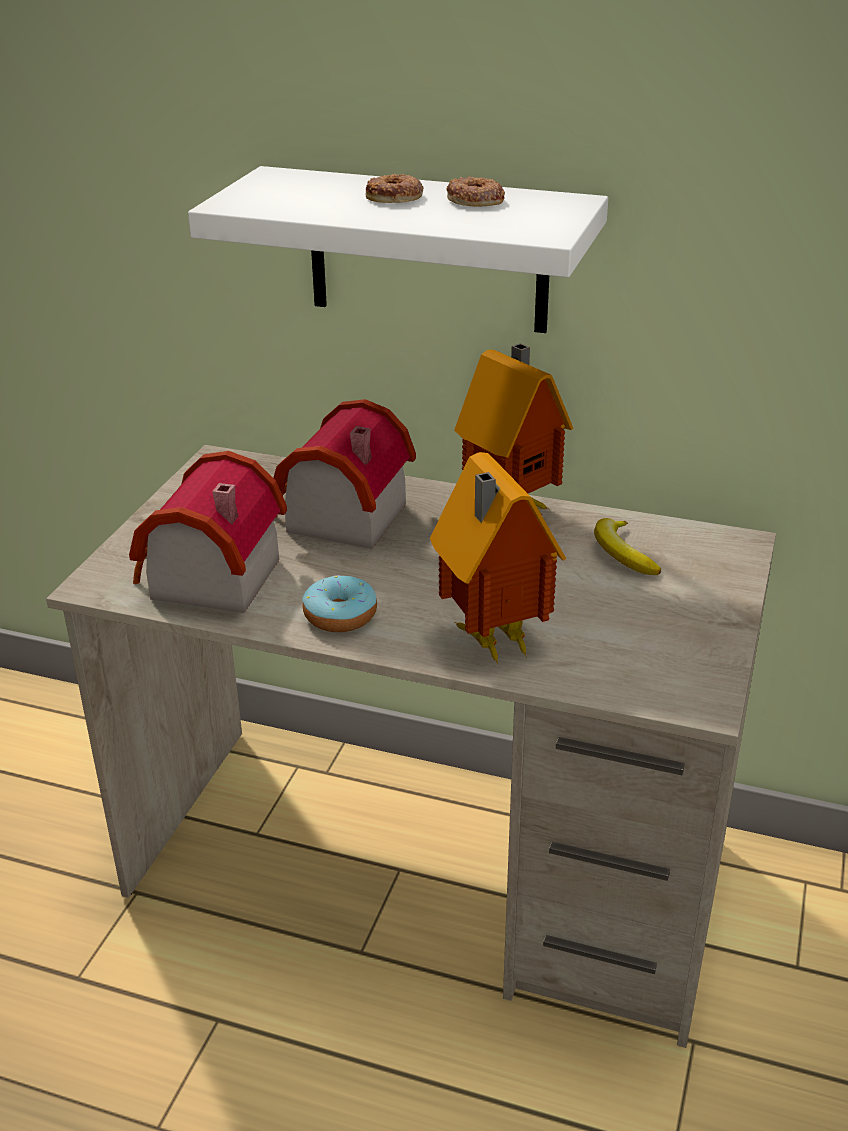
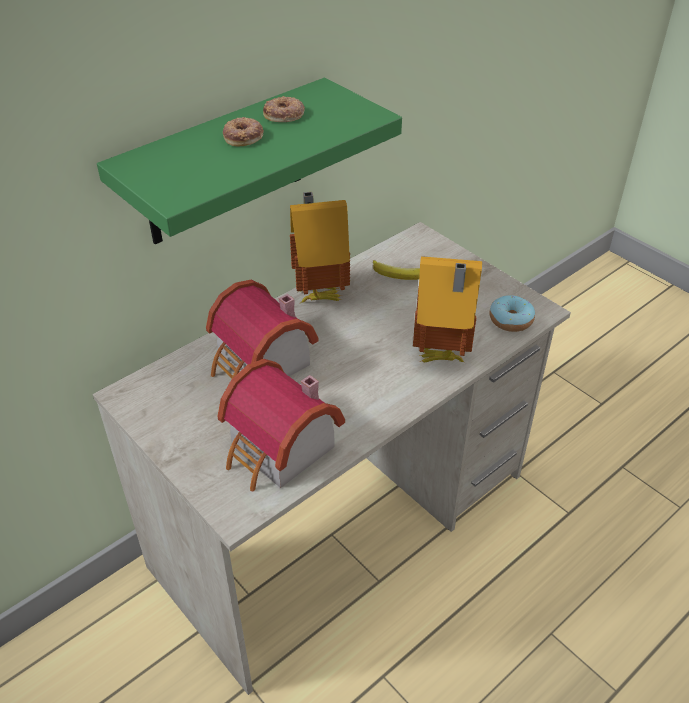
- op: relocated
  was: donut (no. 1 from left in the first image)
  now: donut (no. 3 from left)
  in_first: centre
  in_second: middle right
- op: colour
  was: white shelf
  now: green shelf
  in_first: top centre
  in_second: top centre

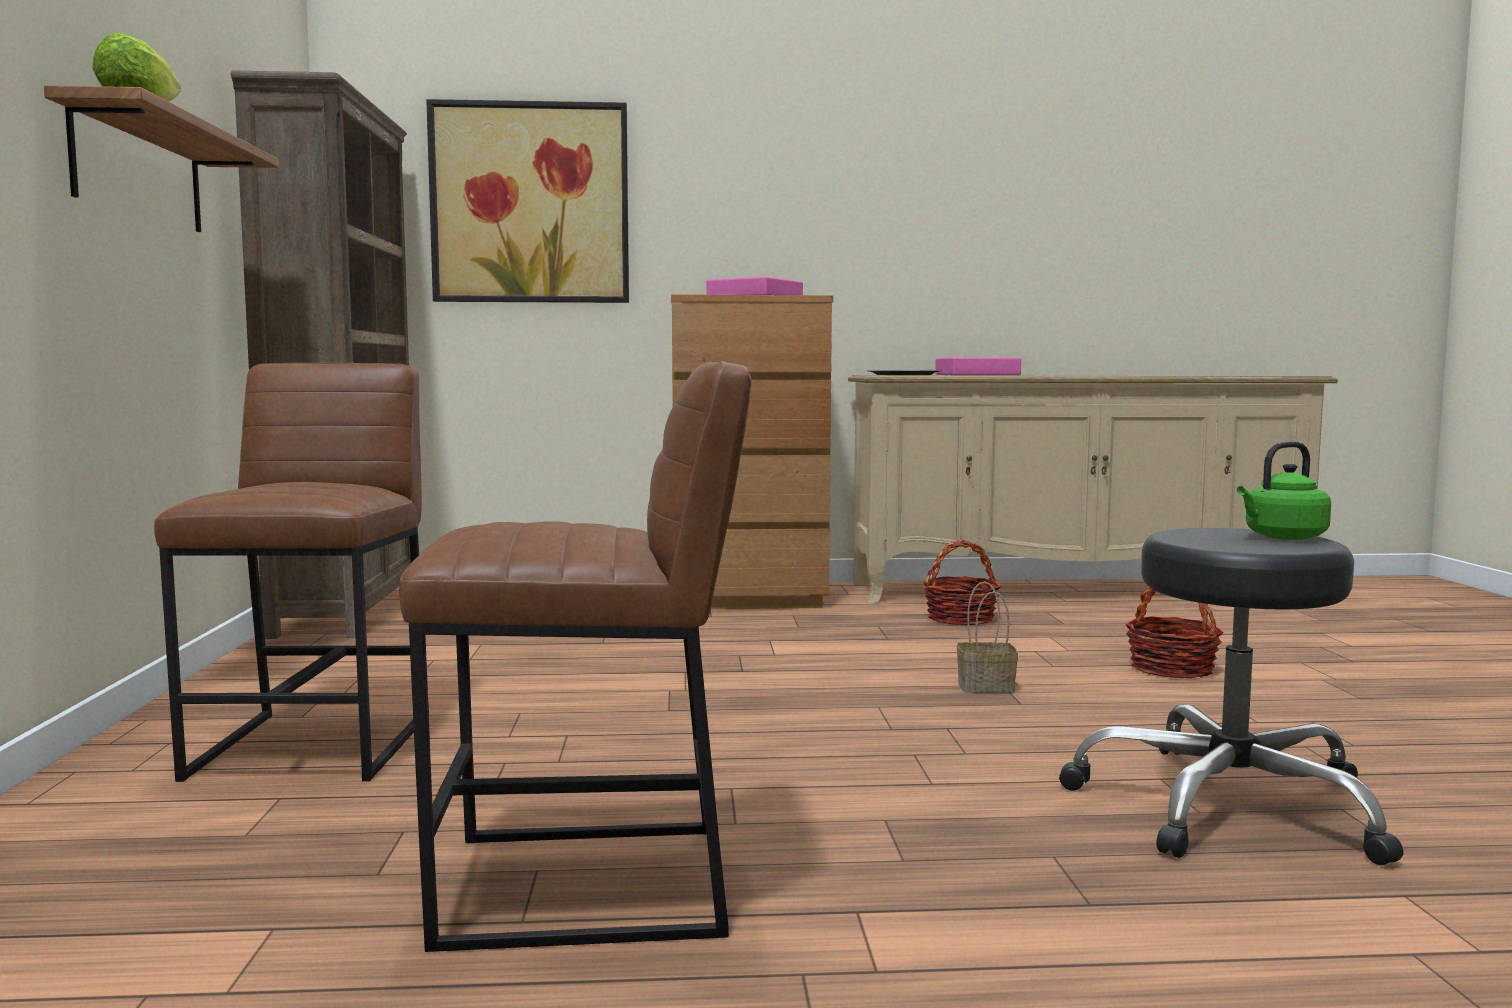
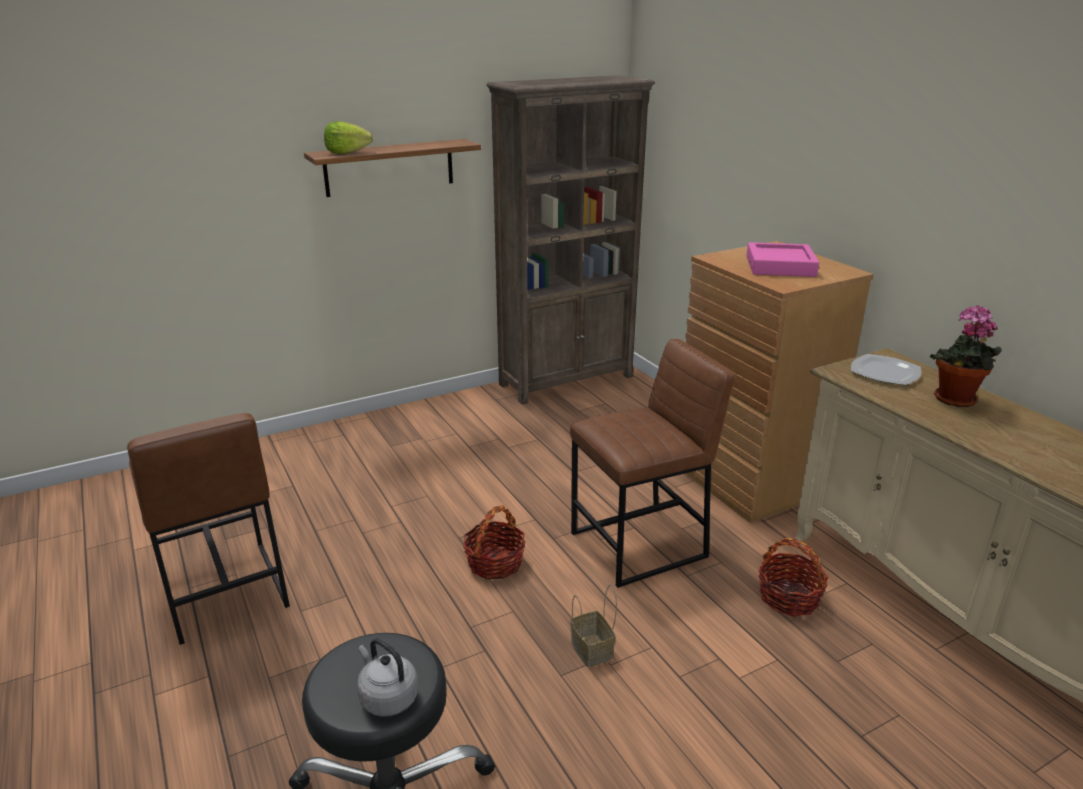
- op: missing
  was: picture
  in_first: top centre
- op: relocated
  was: brown chair (no. 1 from left in the first image)
  now: brown chair (no. 2 from left)
  in_first: middle left
  in_second: centre
- op: relocated
  was: basket (no. 3 from left in the first image)
  now: basket (no. 1 from left)
  in_first: middle right
  in_second: bottom centre
- op: exchanged
  was: pink tray (no. 2 from left)
  now: potted plant
  in_first: centre
  in_second: middle right
- op: colour
  was: green kettle
  now: grey kettle
  in_first: middle right
  in_second: bottom centre

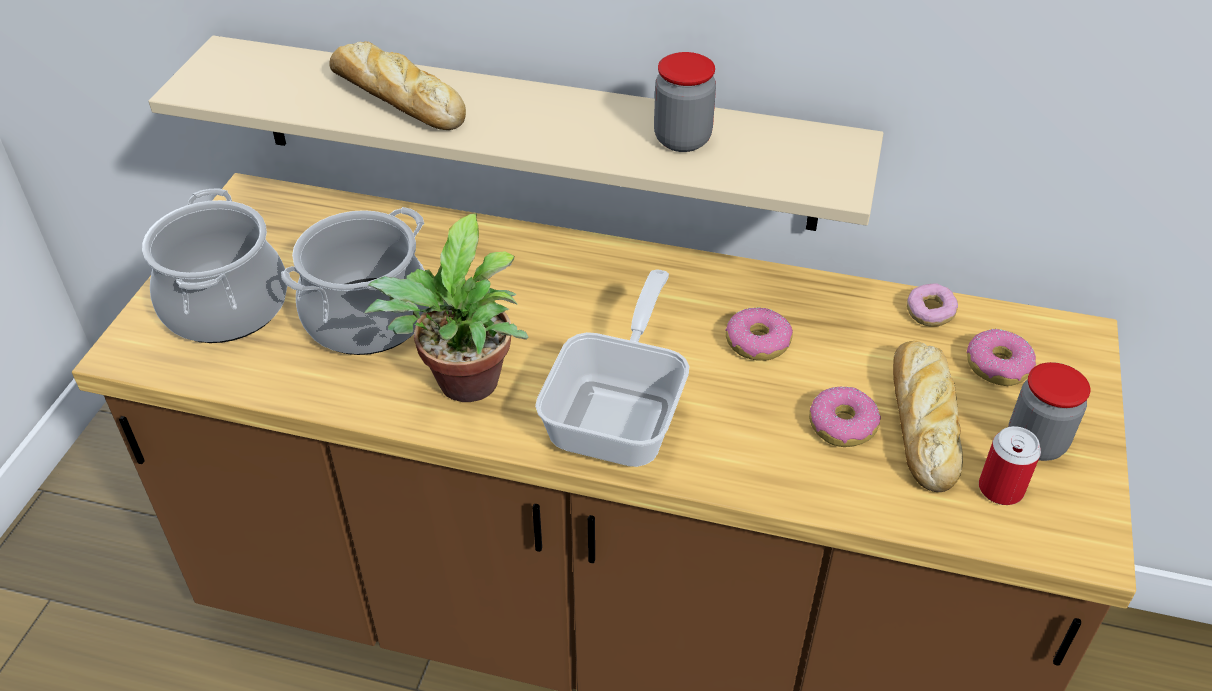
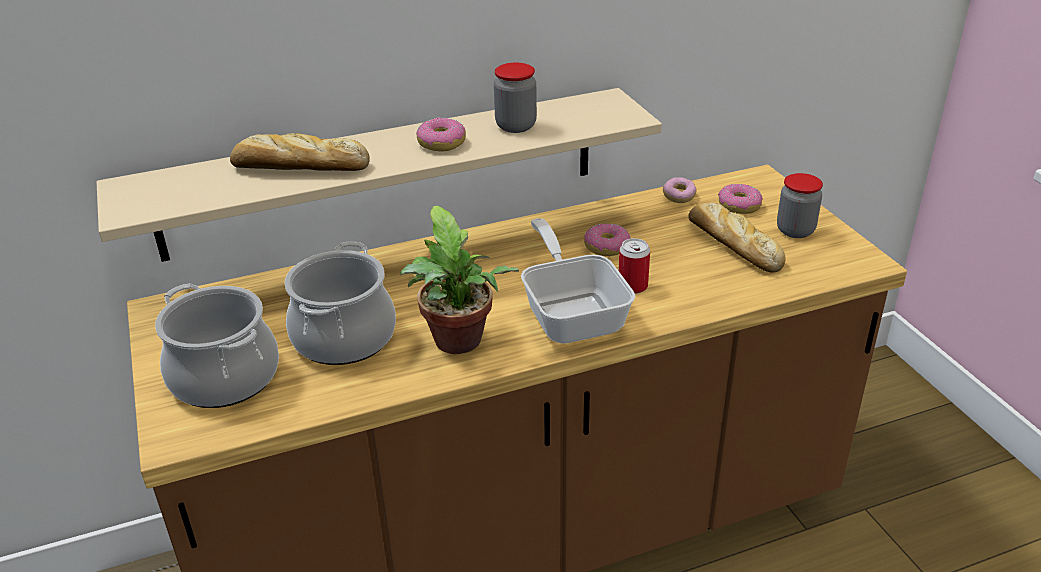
- op: relocated
  was: donut (no. 2 from left in the first image)
  now: donut (no. 1 from left)
  in_first: middle right
  in_second: top centre
- op: relocated
  was: can
  in_first: bottom right
  in_second: centre

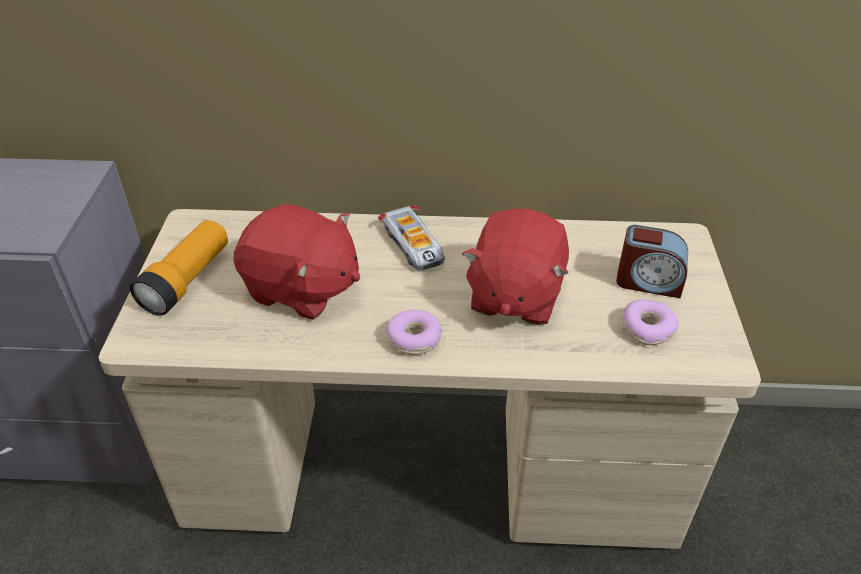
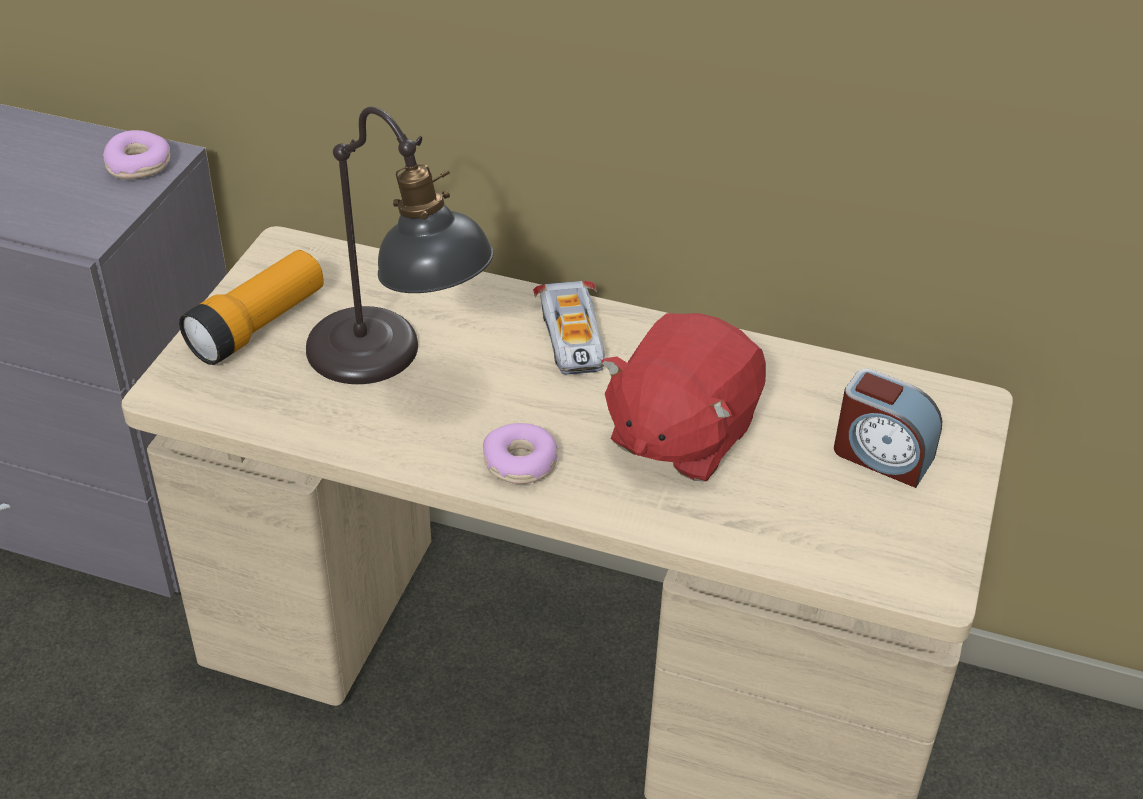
- op: relocated
  was: donut (no. 2 from left in the first image)
  now: donut (no. 1 from left)
  in_first: middle right
  in_second: top left
- op: exchanged
  was: red plush toy (no. 1 from left)
  now: grey table lamp
  in_first: centre
  in_second: top centre

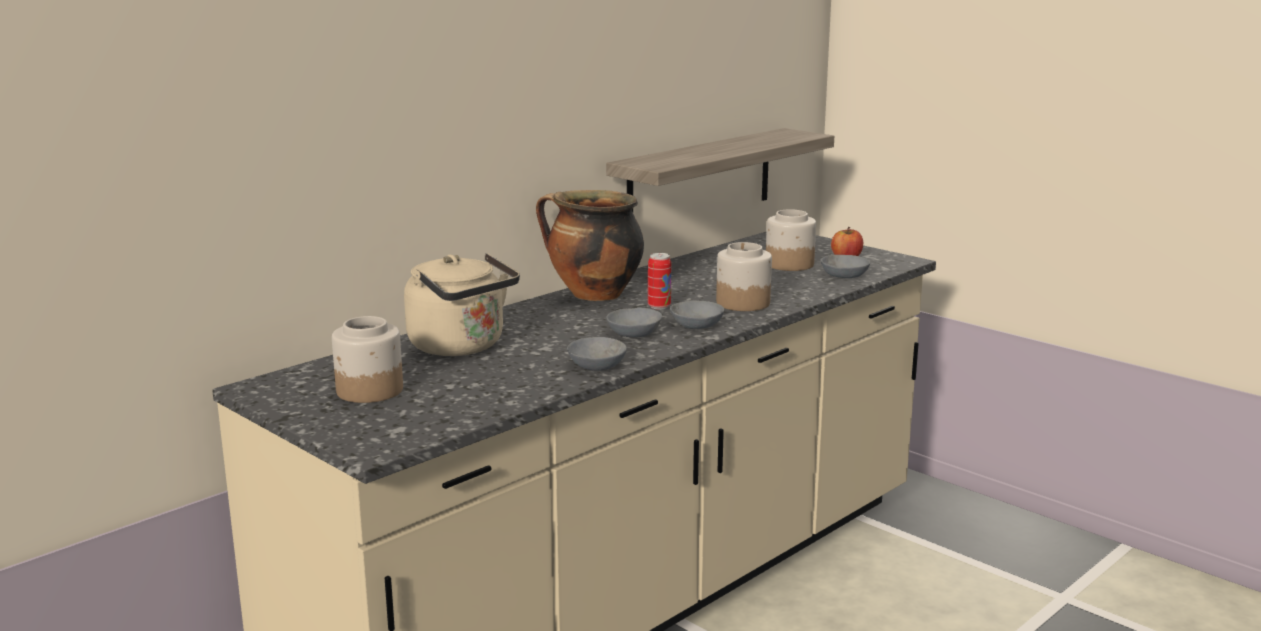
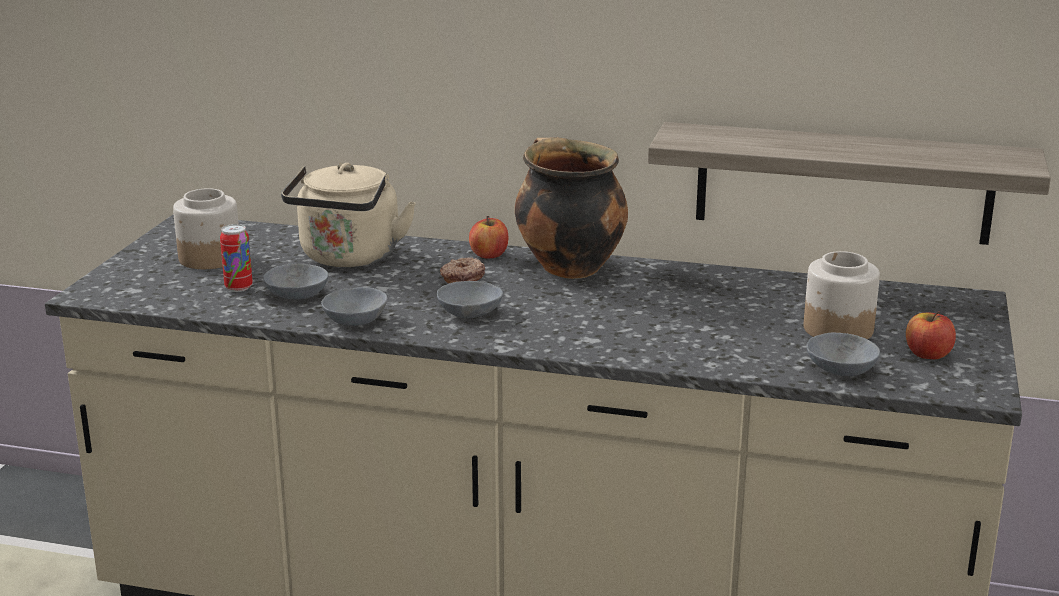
- op: missing
  was: jar (no. 2 from left)
  in_first: centre
- op: appeared
  now: donut
  in_second: centre
- op: appeared
  now: apple (no. 1 from left)
  in_second: centre
- op: relocated
  was: can
  in_first: centre
  in_second: middle left
- op: relocated
  was: grey bowl (no. 3 from left in the first image)
  now: grey bowl (no. 1 from left)
  in_first: centre
  in_second: middle left

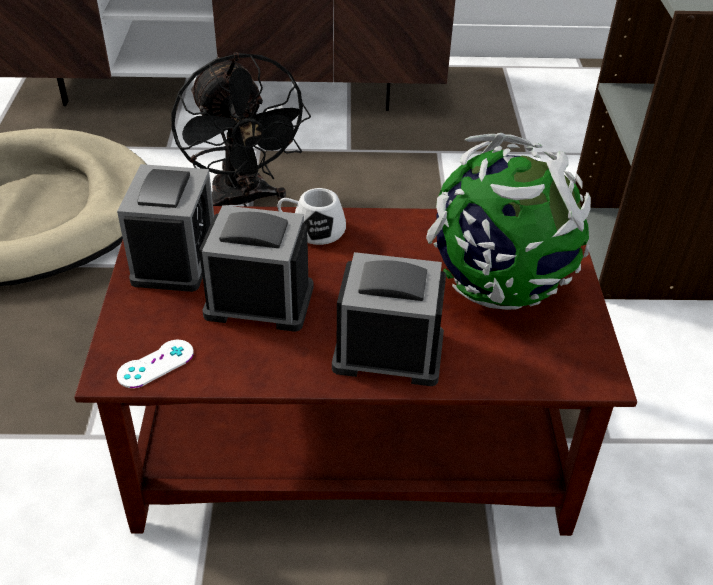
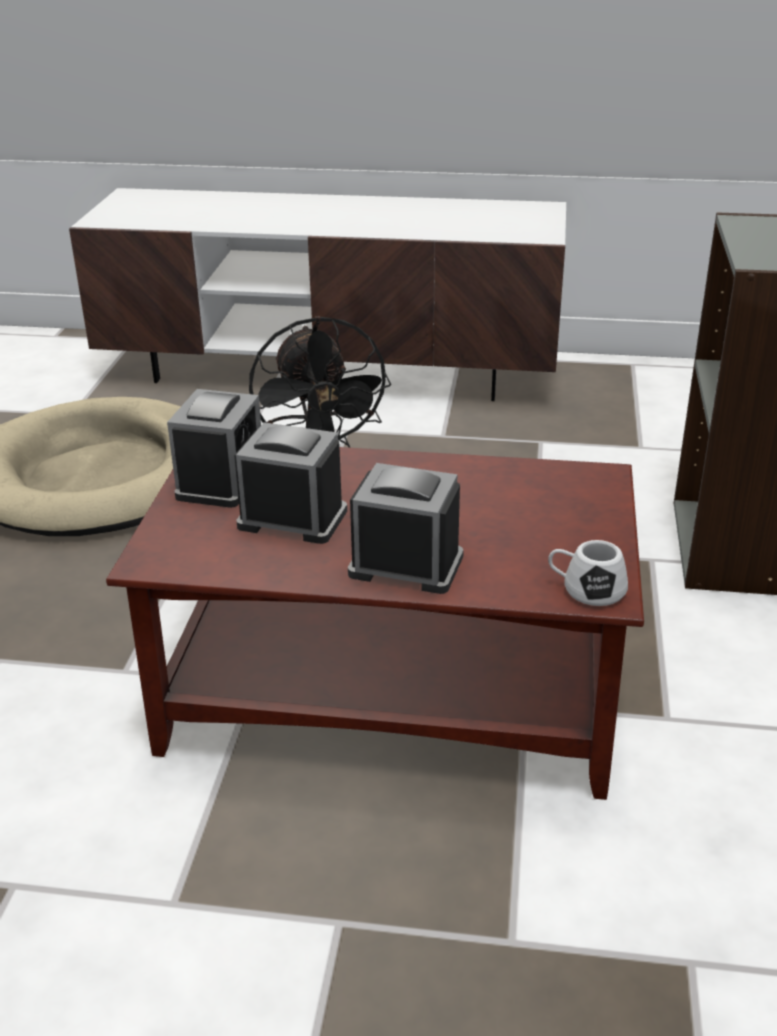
- op: missing
  was: white game controller
  in_first: middle left
- op: missing
  was: globe
  in_first: middle right
- op: relocated
  was: white mug
  in_first: centre
  in_second: middle right

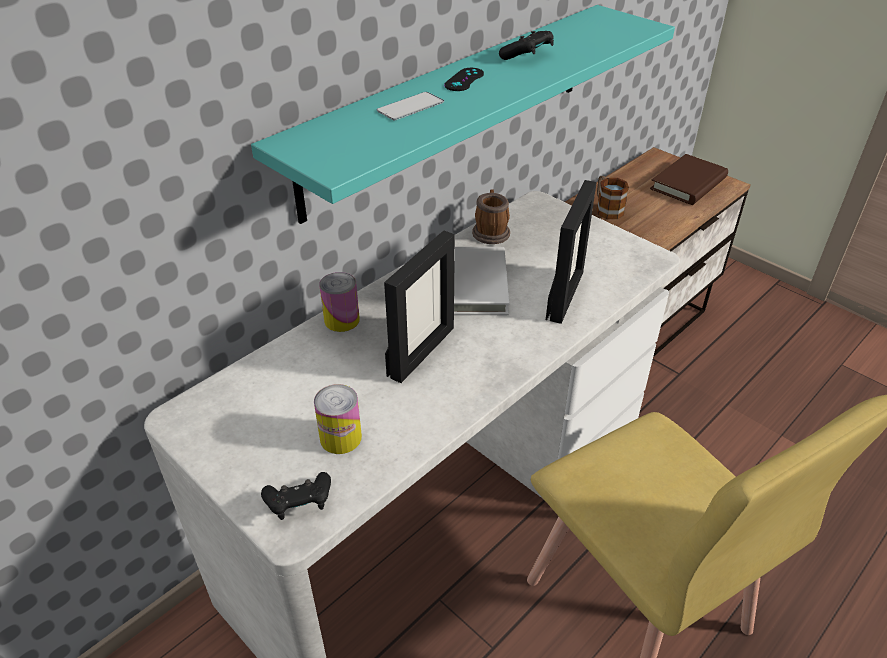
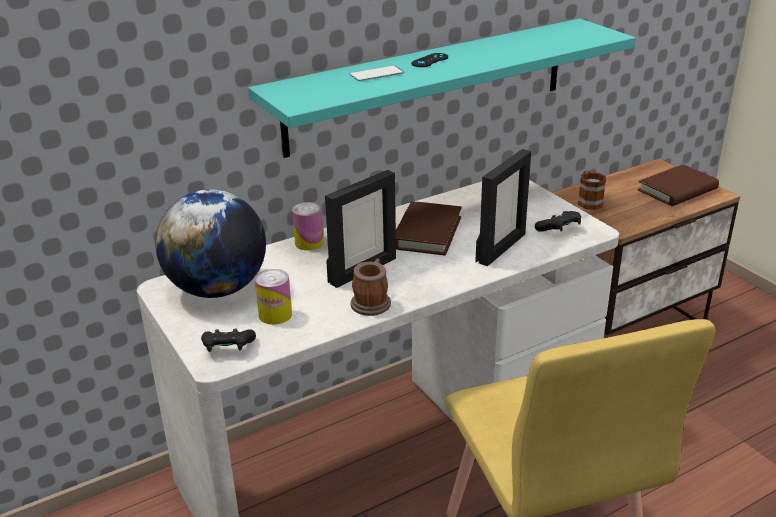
- op: appeared
  now: globe
  in_second: middle left
- op: relocated
  was: mug (no. 1 from left)
  in_first: top centre
  in_second: centre
- op: relocated
  was: black game controller (no. 3 from left)
  in_first: top centre
  in_second: middle right
- op: colour
  was: white book
  now: brown book (no. 1 from left)
  in_first: centre
  in_second: centre

